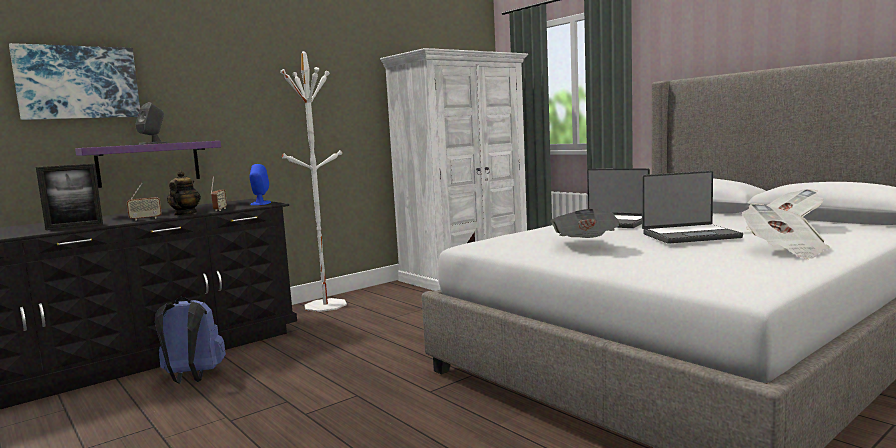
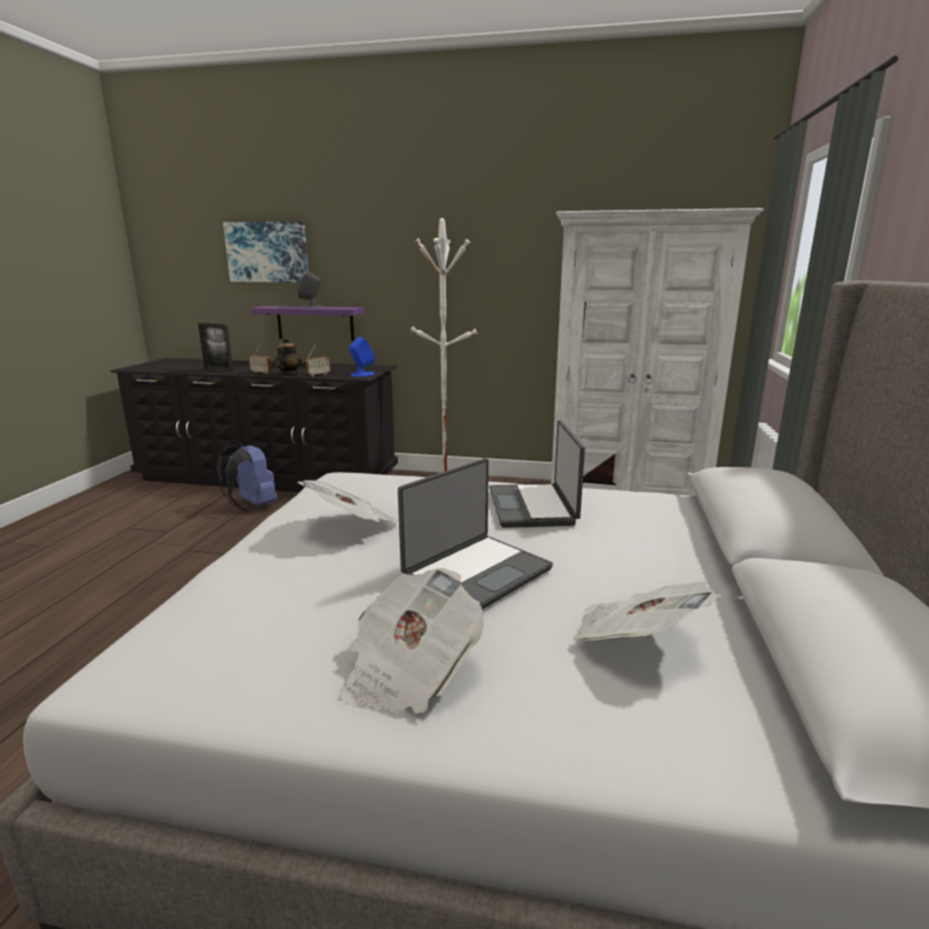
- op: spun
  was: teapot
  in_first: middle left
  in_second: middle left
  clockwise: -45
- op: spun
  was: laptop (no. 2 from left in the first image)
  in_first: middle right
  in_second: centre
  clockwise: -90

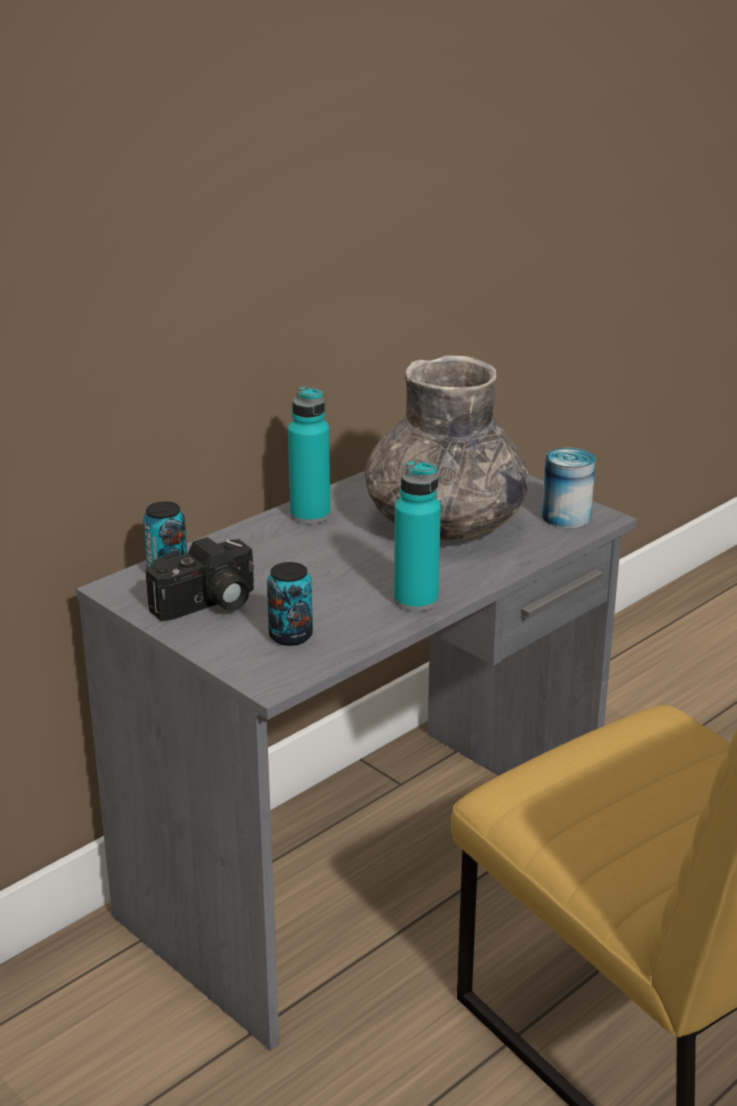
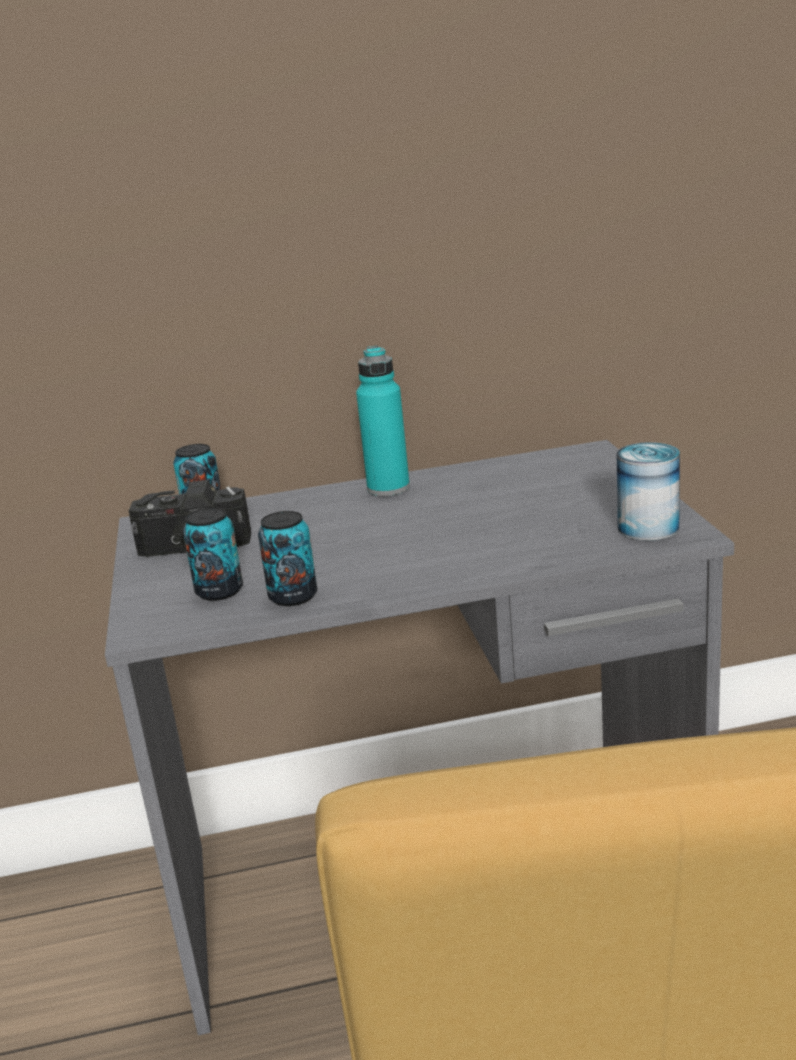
- op: missing
  was: grey vase
  in_first: centre
- op: missing
  was: turquoise bottle (no. 2 from left)
  in_first: centre
- op: appeared
  now: can (no. 3 from left)
  in_second: centre

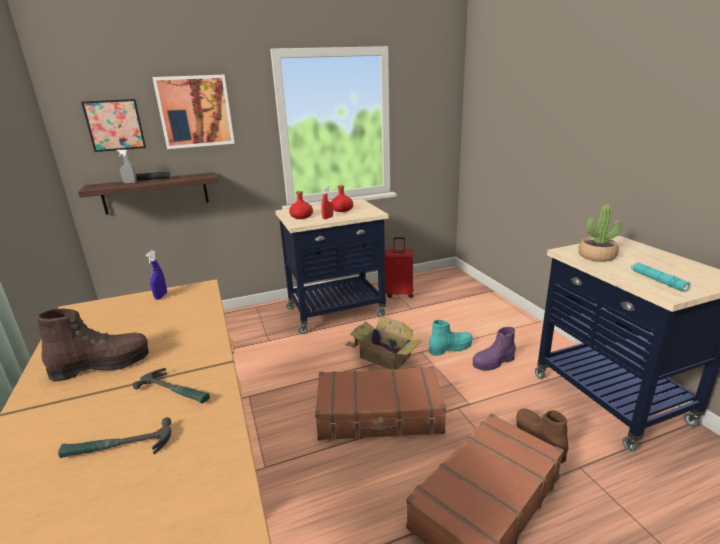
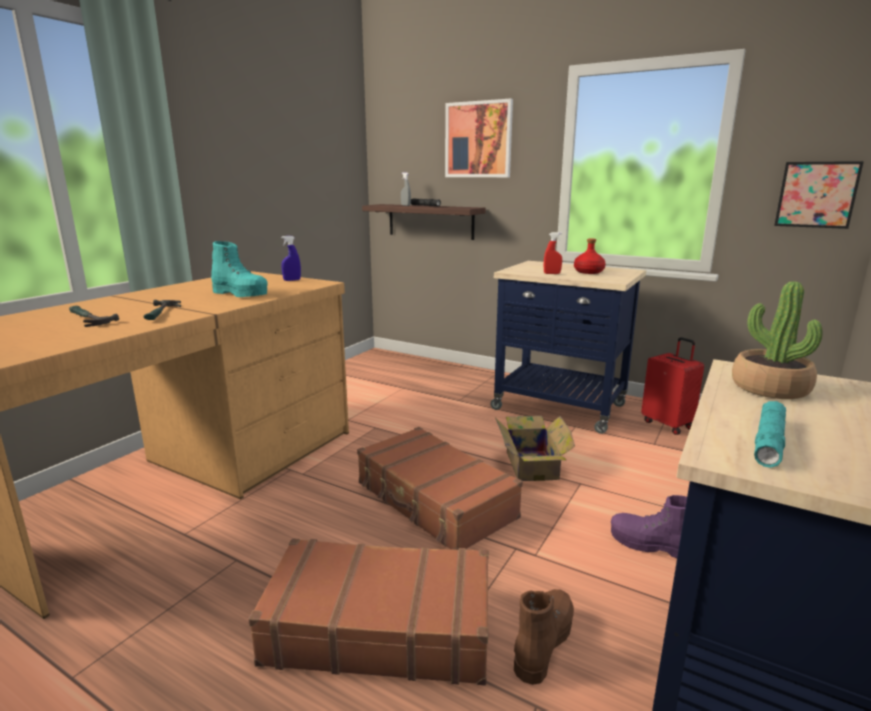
- op: missing
  was: brown boot (no. 1 from left)
  in_first: middle left
- op: missing
  was: red bottle (no. 1 from left)
  in_first: centre
- op: relocated
  was: picture (no. 1 from left in the first image)
  now: picture (no. 2 from left)
  in_first: top left
  in_second: top right
- op: relocated
  was: turquoise boot
  in_first: centre
  in_second: middle left

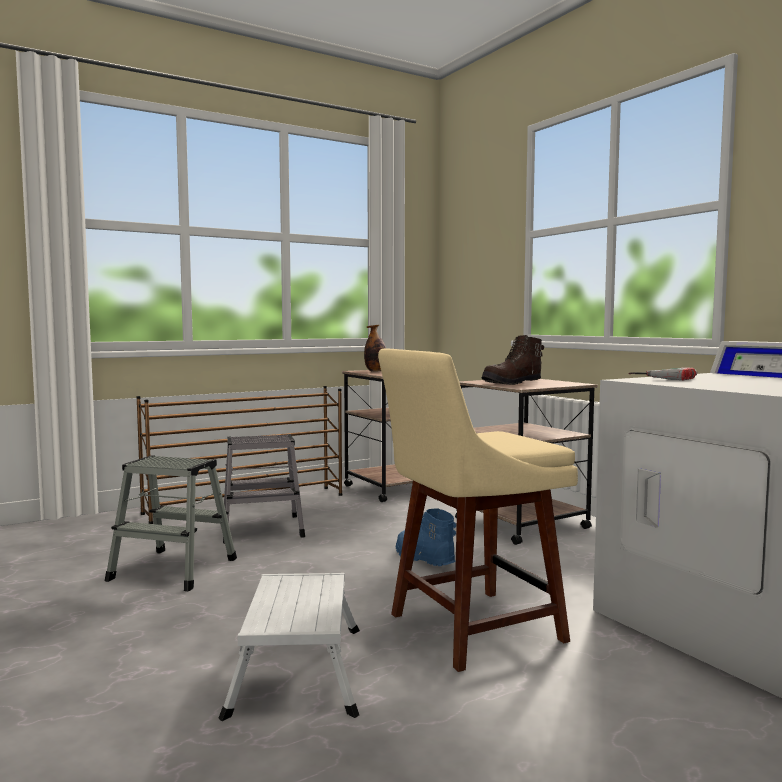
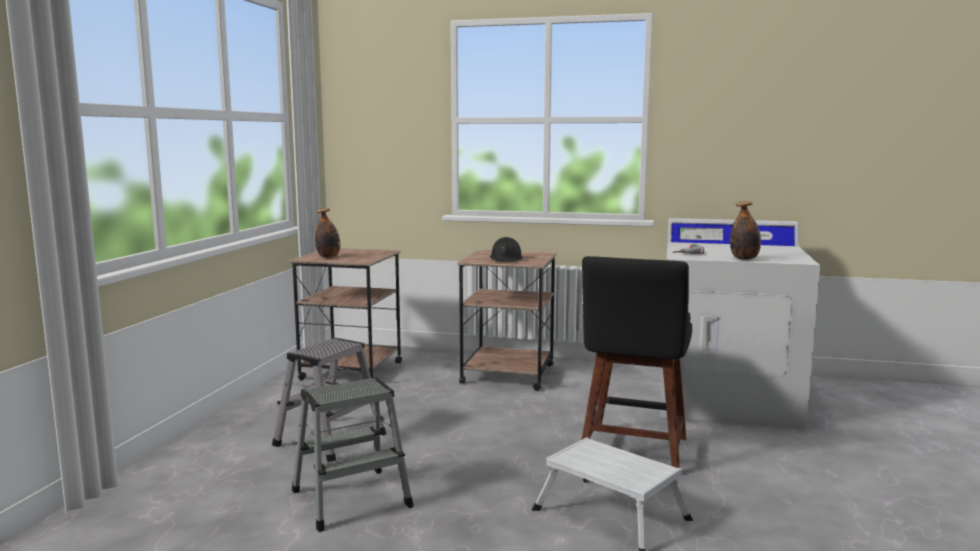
- op: missing
  was: brown shoe rack
  in_first: middle left
- op: missing
  was: blue boot
  in_first: bottom centre
- op: appeared
  now: bottle (no. 2 from left)
  in_second: middle right
- op: exchanged
  was: brown boot
  now: black hard hat
  in_first: centre
  in_second: centre
- op: colour
  was: beige stool
  now: black stool
  in_first: centre
  in_second: centre

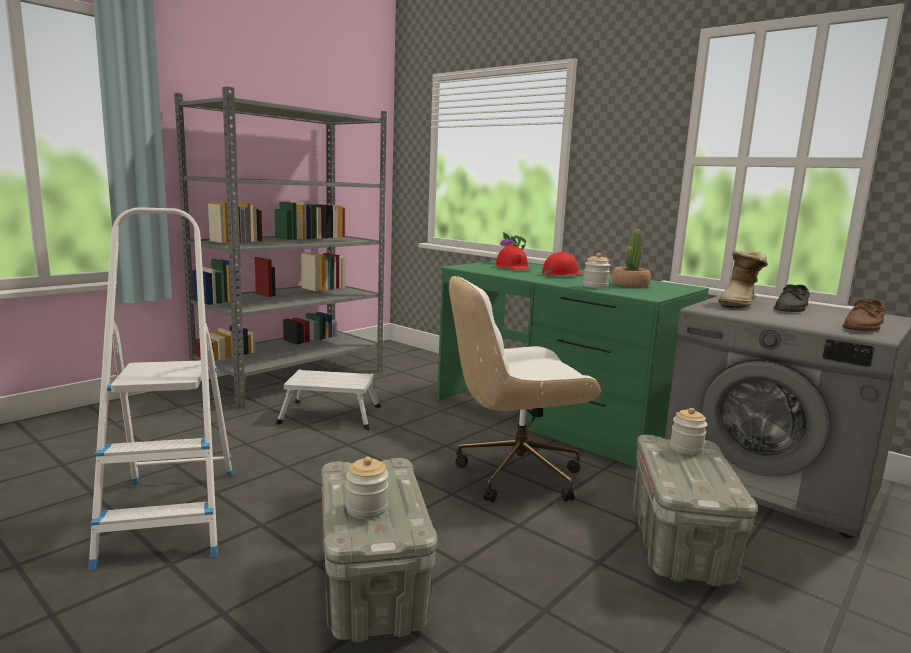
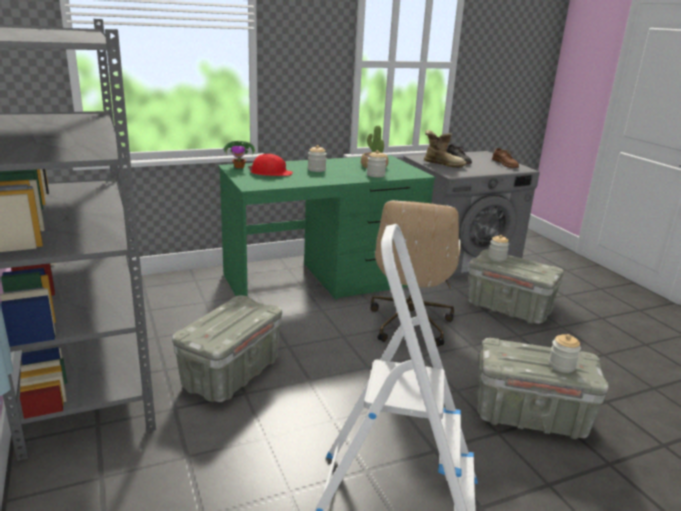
- op: exchanged
  was: white step ladder (no. 2 from left)
  now: grey storage box (no. 1 from left)
  in_first: centre
  in_second: bottom centre
- op: exchanged
  was: red hard hat (no. 2 from left)
  now: jar (no. 1 from left)
  in_first: centre
  in_second: top centre
- op: spun
  was: boot
  in_first: middle right
  in_second: top centre
  clockwise: -45

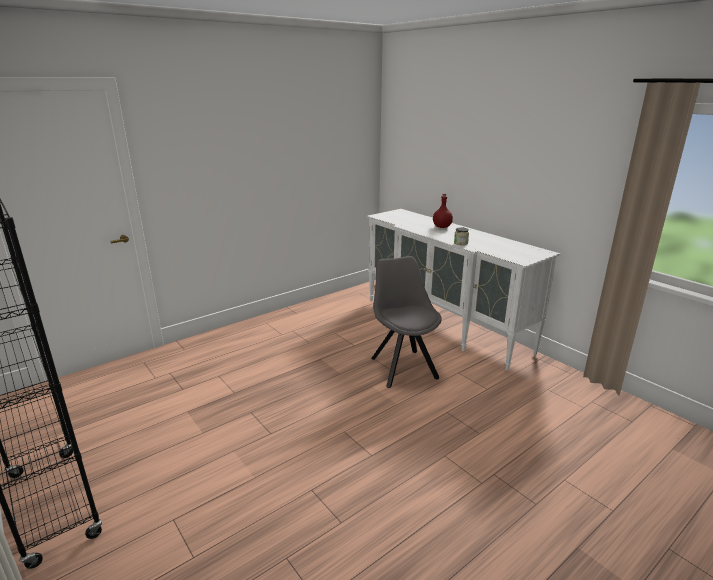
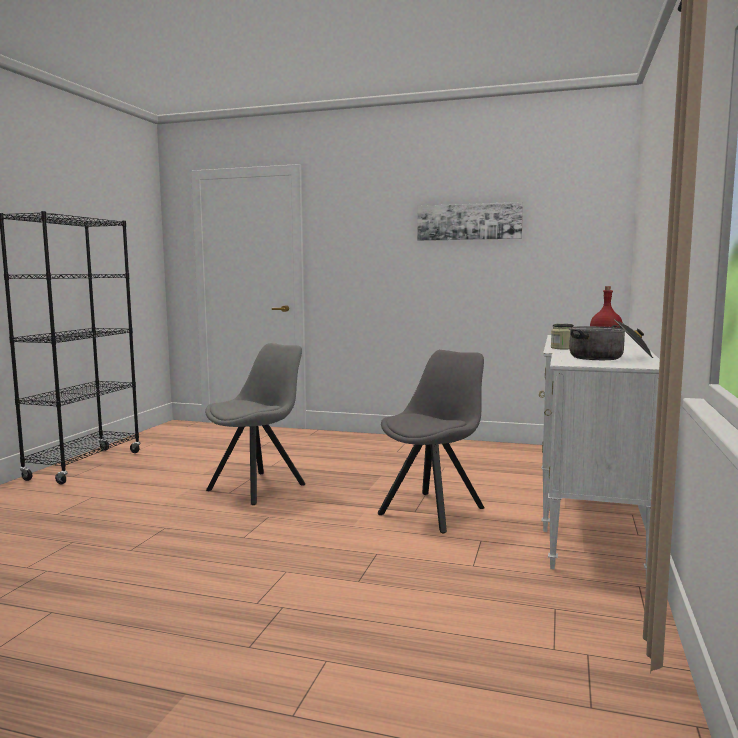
- op: appeared
  now: grey chair (no. 1 from left)
  in_second: centre
- op: appeared
  now: picture
  in_second: top centre
- op: appeared
  now: cooking pot
  in_second: middle right

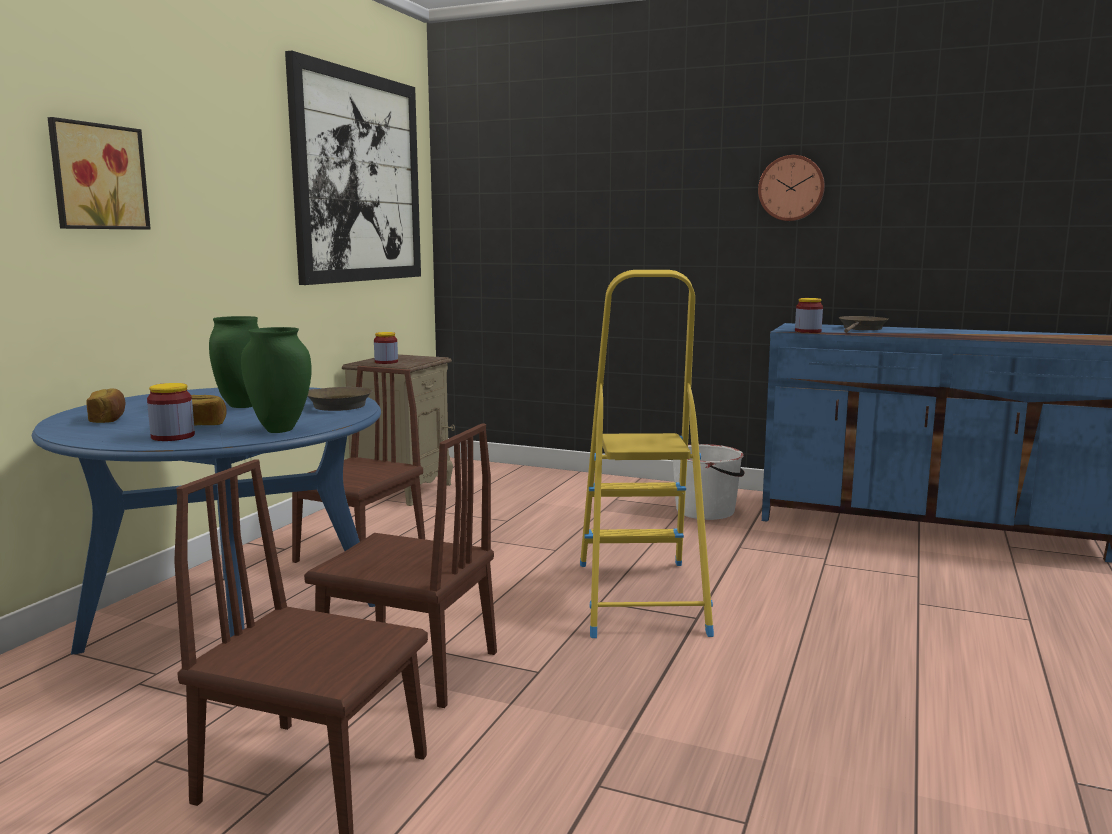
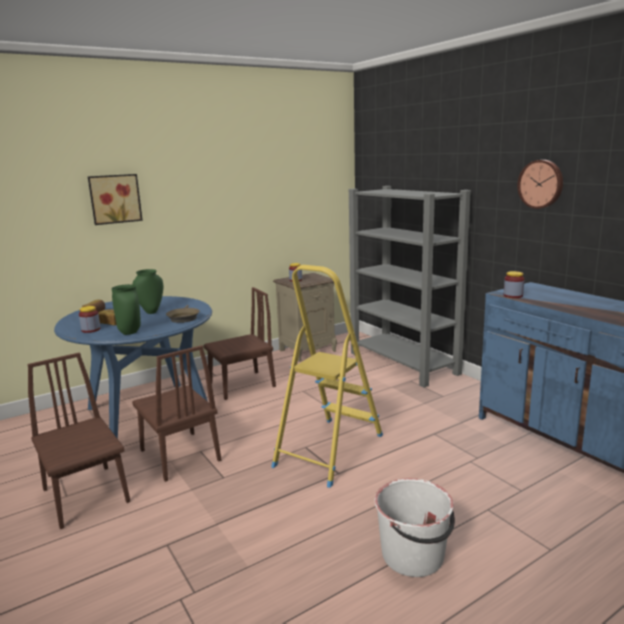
- op: missing
  was: picture (no. 2 from left)
  in_first: top left
- op: missing
  was: brown frying pan (no. 2 from left)
  in_first: middle right
- op: appeared
  now: grey bookcase
  in_second: centre
- op: relocated
  was: white bucket
  in_first: centre
  in_second: bottom centre

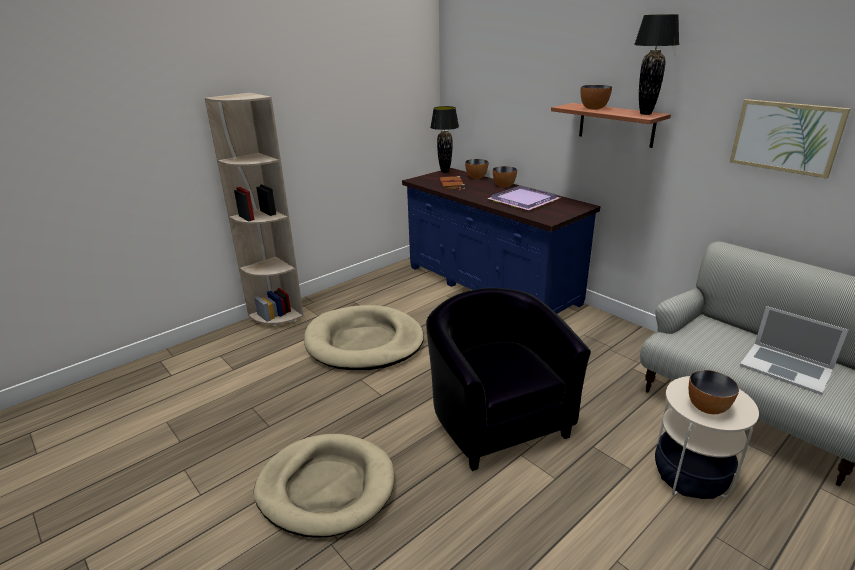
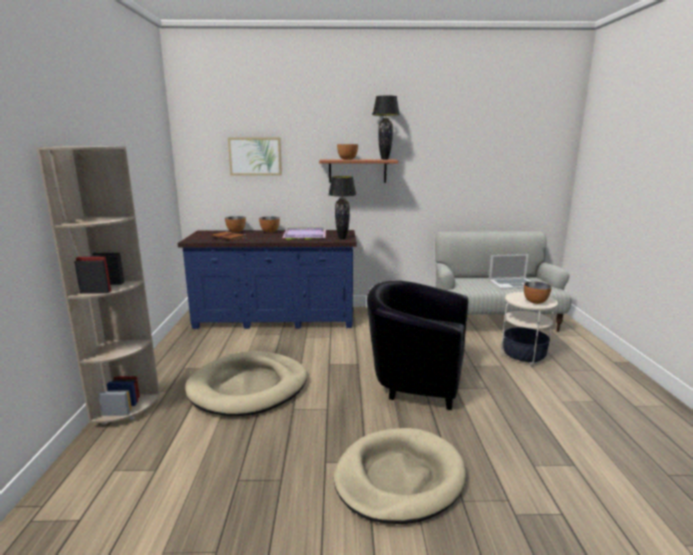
- op: relocated
  was: black table lamp (no. 1 from left)
  in_first: top centre
  in_second: centre
- op: relocated
  was: picture
  in_first: top right
  in_second: top centre

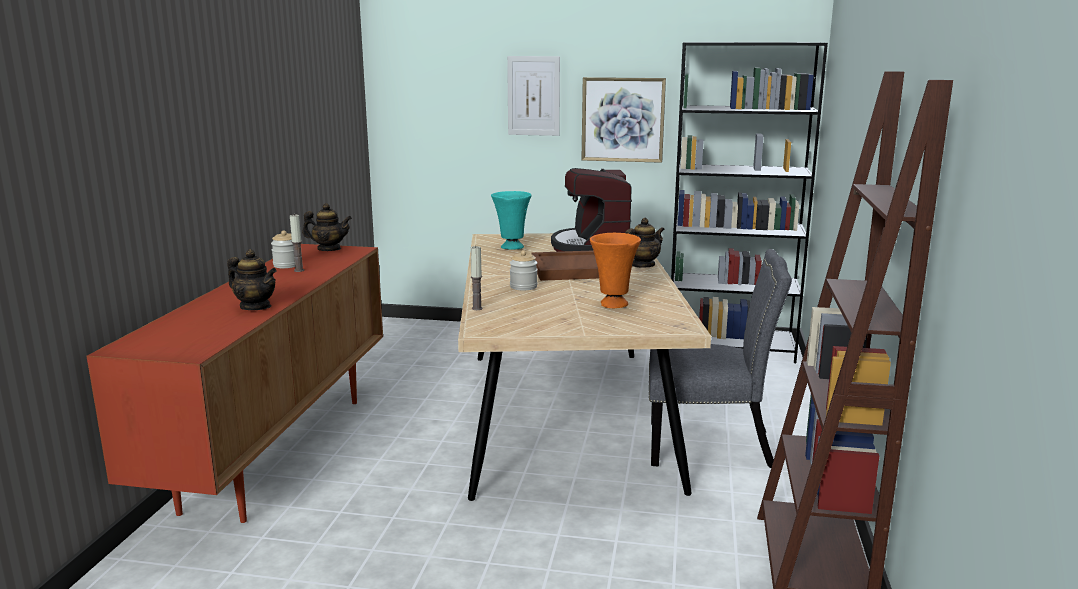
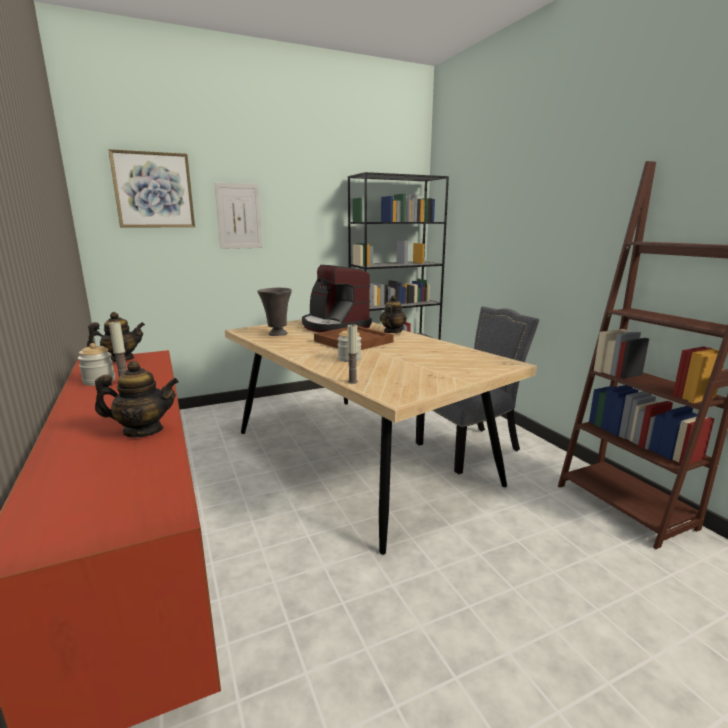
- op: missing
  was: orange vase
  in_first: centre
- op: relocated
  was: picture (no. 2 from left in the first image)
  now: picture (no. 1 from left)
  in_first: top centre
  in_second: top left
- op: colour
  was: turquoise vase
  now: grey vase
  in_first: centre
  in_second: centre

